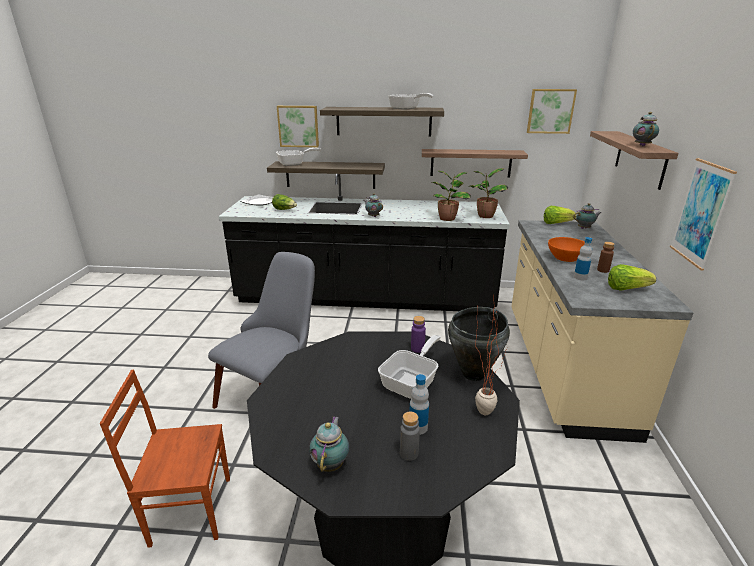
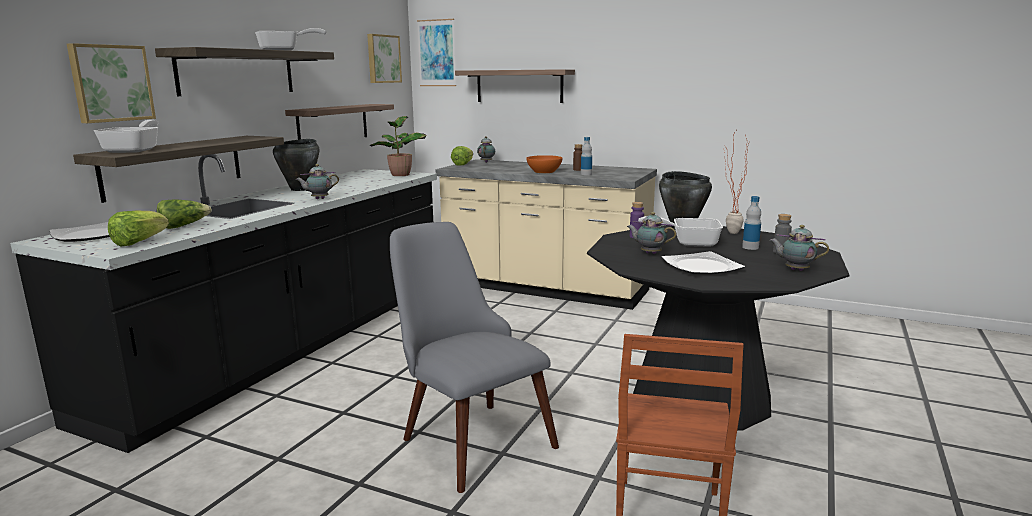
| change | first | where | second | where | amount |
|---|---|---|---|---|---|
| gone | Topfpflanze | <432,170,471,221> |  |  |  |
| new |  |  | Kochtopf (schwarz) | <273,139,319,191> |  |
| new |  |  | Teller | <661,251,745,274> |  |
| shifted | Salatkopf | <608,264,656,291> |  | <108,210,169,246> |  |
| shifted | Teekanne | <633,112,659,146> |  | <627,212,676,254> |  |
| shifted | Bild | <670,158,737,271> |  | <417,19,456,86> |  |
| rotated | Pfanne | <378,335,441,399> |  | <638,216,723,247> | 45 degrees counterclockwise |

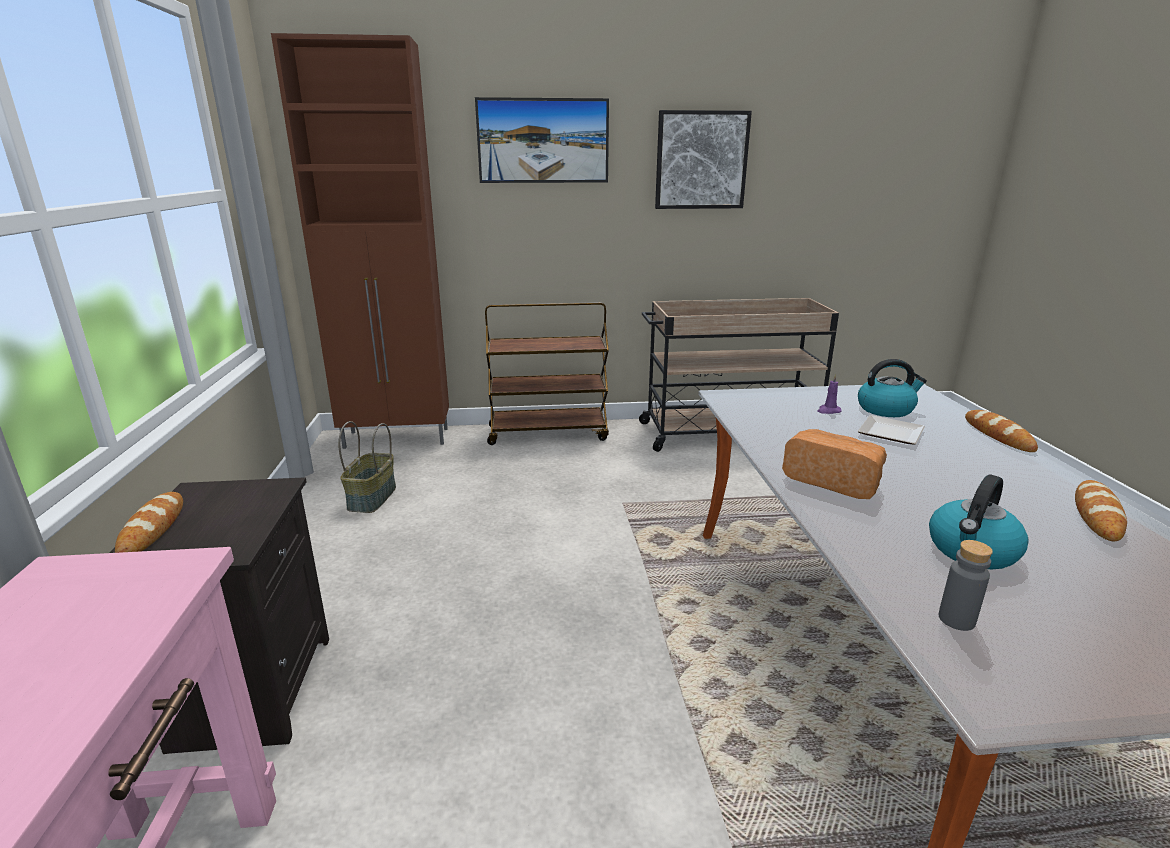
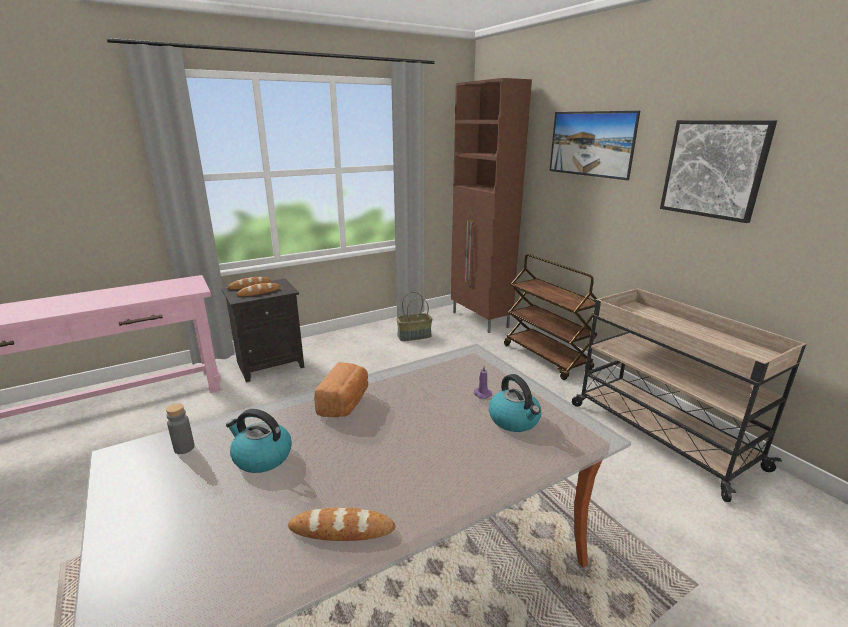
| change | first | where | second | where | amount |
|---|---|---|---|---|---|
| gone | Teller | <858,415,925,445> |  |  |  |
| shifted | Brot | <965,410,1038,452> |  | <236,283,281,297> |  |

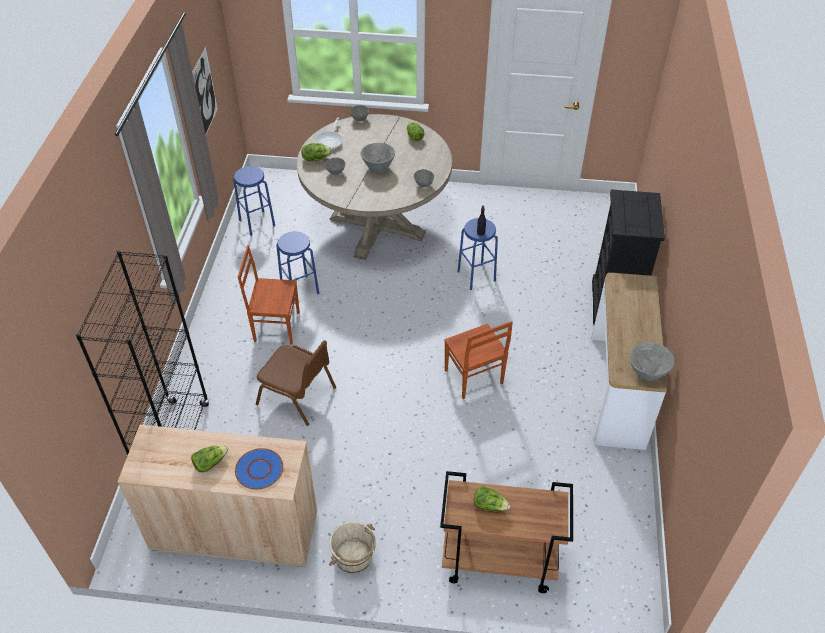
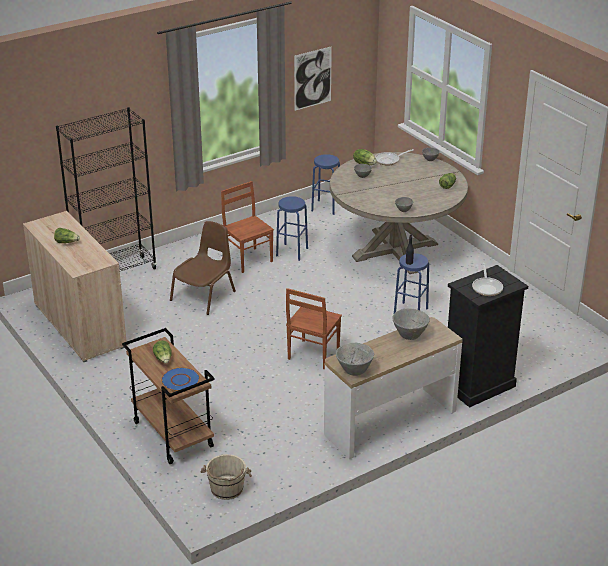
| change | first | where | second | where | amount |
|---|---|---|---|---|---|
| new |  |  | Pfanne | <472,263,503,296> |  |
| shifted | Teller (blau) | <235,448,283,490> |  | <161,367,200,391> |  |
| shifted | Eimer (beige) | <329,521,376,574> |  | <201,454,252,500> |  |
| shifted | Schüssel (grau) | <360,143,395,173> |  | <392,308,430,340> |  |
| rotated | Stuhl (braun) | <256,340,336,426> |  | <170,221,236,315> | 135 degrees counterclockwise |

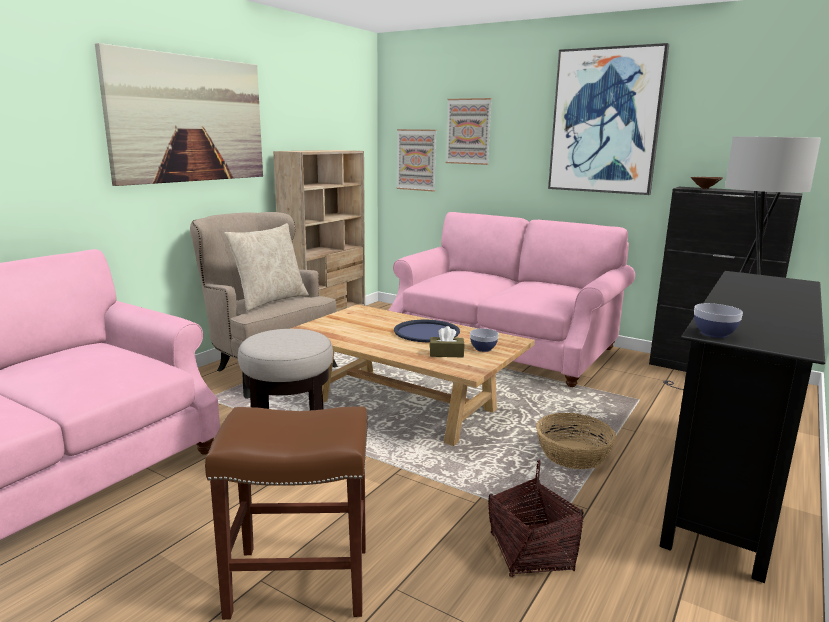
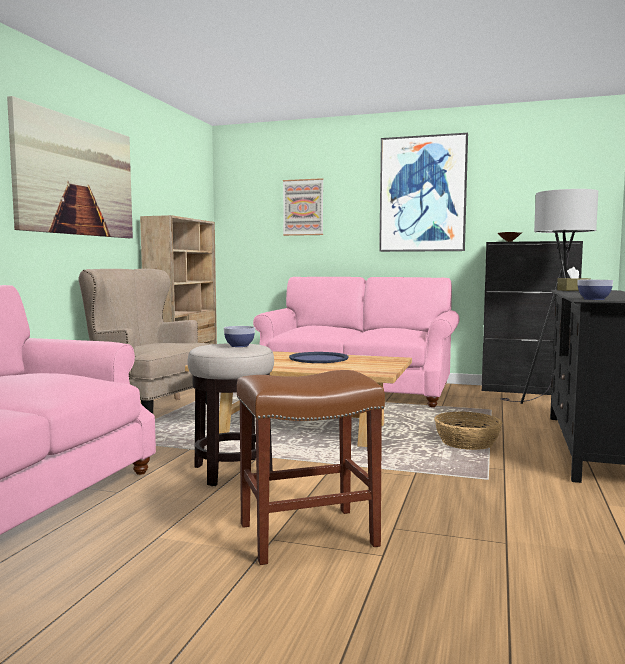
| change | first | where | second | where | amount |
|---|---|---|---|---|---|
| gone | Kissen (beige) | <224,223,309,311> |  |  |  |
| gone | Bild | <397,129,437,192> |  |  |  |
| gone | Korb | <488,460,584,577> |  |  |  |
| shifted | Taschentuchbox (braun) | <430,326,465,358> |  | <557,267,591,291> |  |
| shifted | Schüssel | <470,329,499,352> |  | <224,326,255,347> |  |

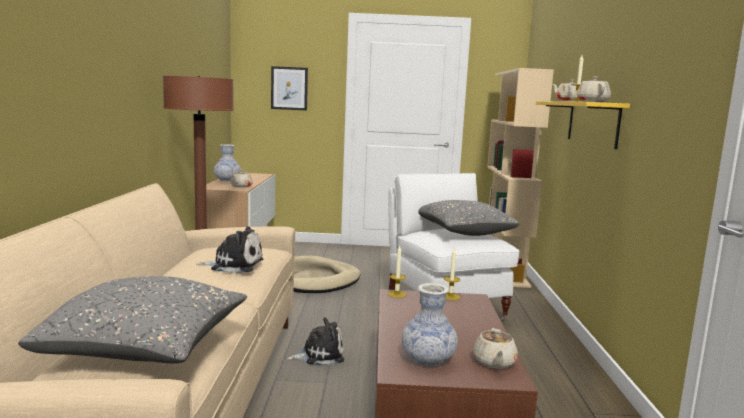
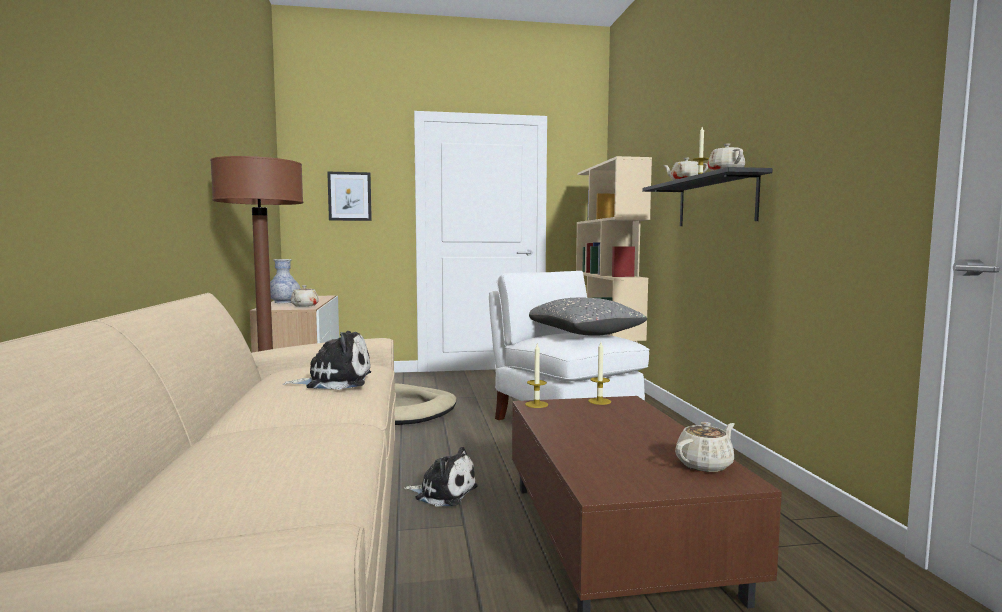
| change | first | where | second | where | amount |
|---|---|---|---|---|---|
| gone | Kissen (grau) | <18,276,247,363> |  |  |  |
| gone | Vase | <402,283,458,366> |  |  |  |
| repainted | Wandregal (gelb) | <536,101,630,149> | Wandregal (schwarz) | <642,167,772,226> |  |
| rotated | Plüschtier | <287,317,344,365> |  | <404,447,477,506> | 45 degrees clockwise |
| rotated | Teekanne (beige) | <473,328,518,369> |  | <675,422,735,472> | 120 degrees counterclockwise |

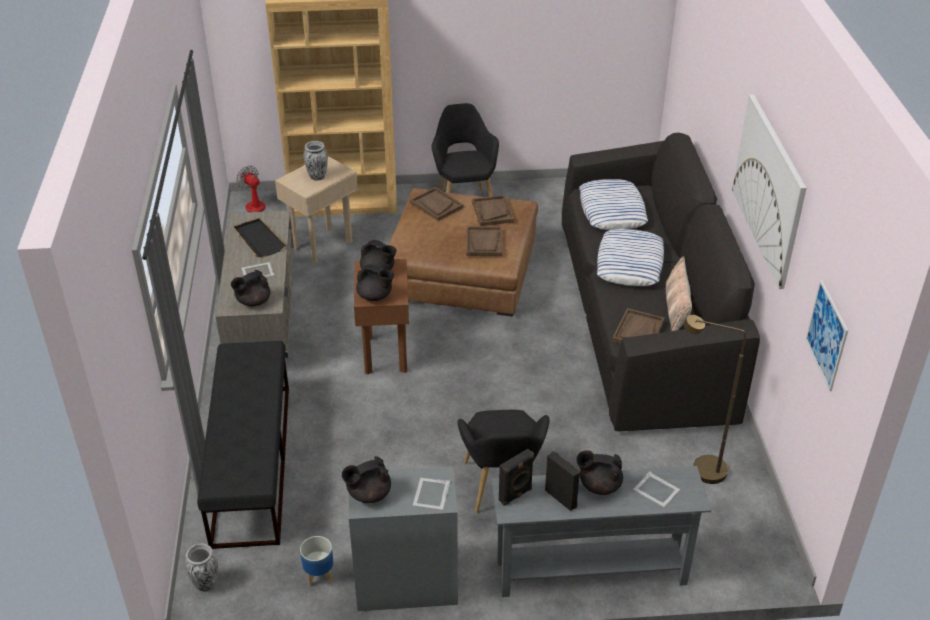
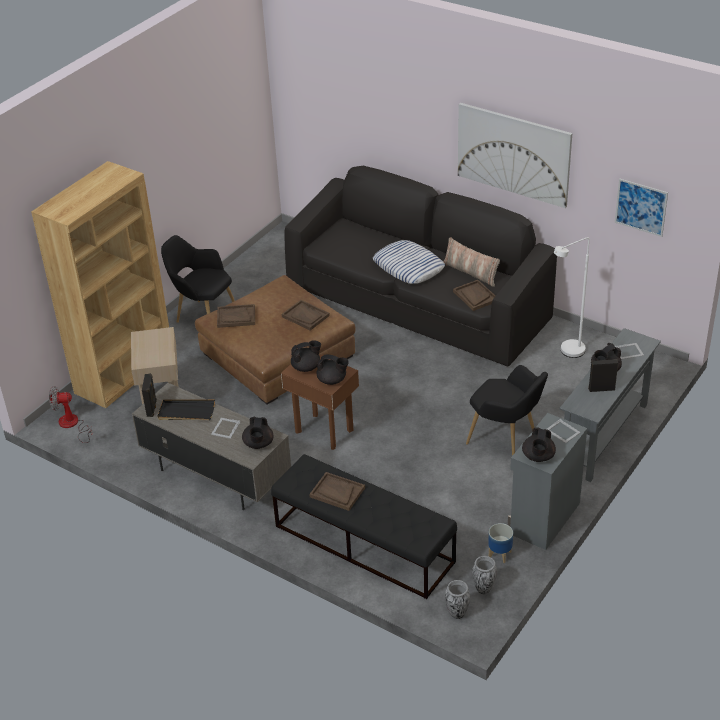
| change | first | where | second | where | amount |
|---|---|---|---|---|---|
| gone | Kissen | <579,179,648,230> |  |  |  |
| shifted | Vase | <304,141,328,180> |  | <472,556,497,594> |  |
| shifted | Tablett (braun) | <472,195,514,226> |  | <309,472,365,511> |  |
| shifted | Lautsprecher (schwarz) | <499,449,534,506> |  | <142,373,157,417> |  |
| repainted | Stehlampe (braun) | <684,315,746,484> | Stehlampe (weiß) | <554,237,589,358> |  |
| rotated | Teekanne (schwarz) | <356,264,394,301> |  | <317,354,349,385> | 45 degrees clockwise |

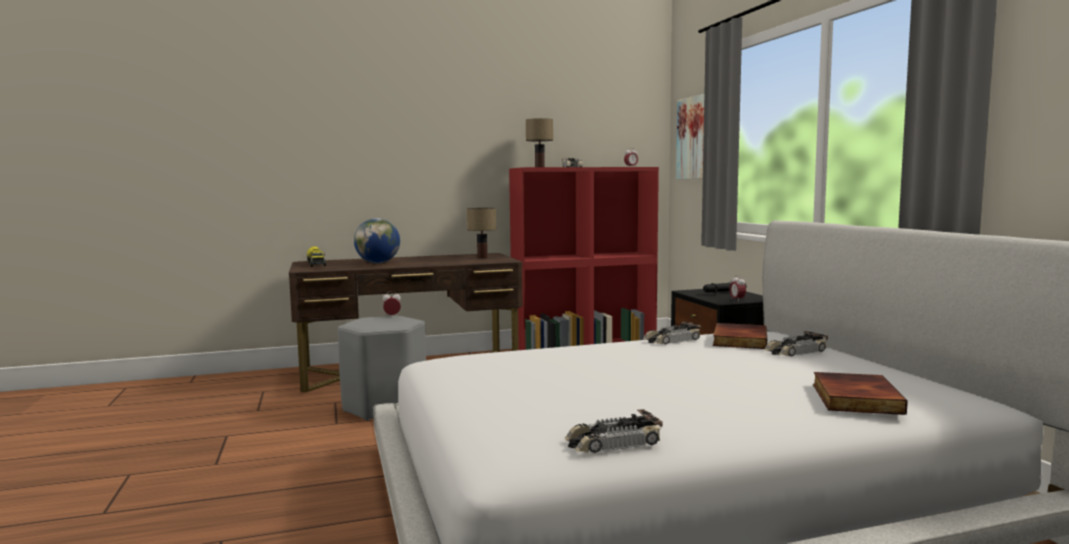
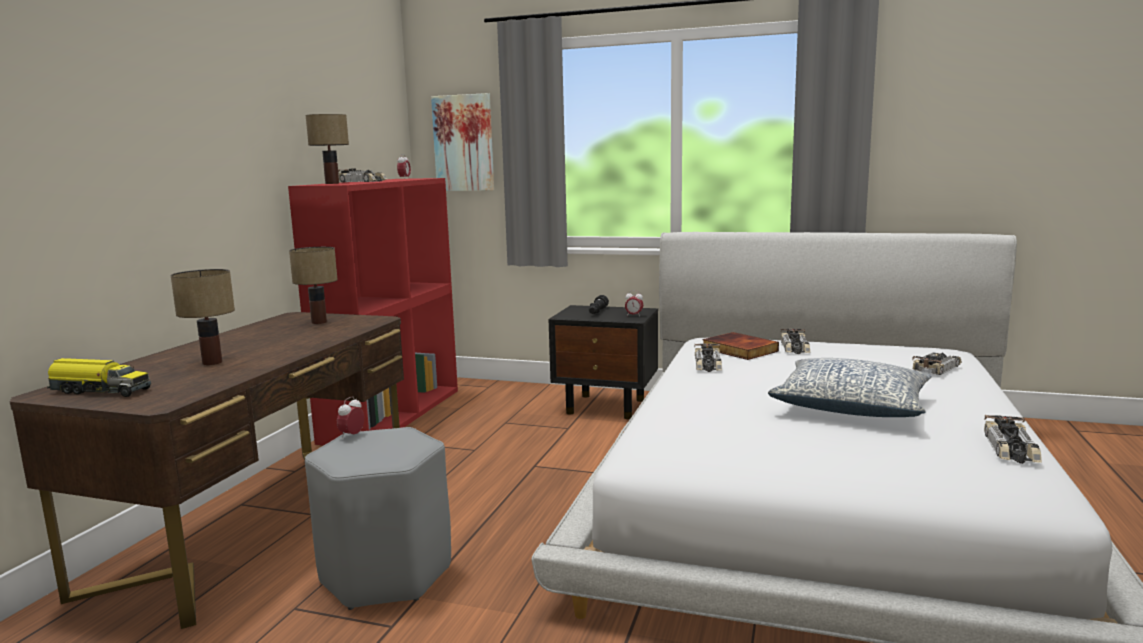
| change | first | where | second | where | amount |
|---|---|---|---|---|---|
| new |  |  | Kissen | <768,358,932,417> |  |
| swapped | Globus | <354,218,400,263> | Tischlampe | <170,269,235,365> |  |
| swapped | Buch | <813,372,908,415> | Spielzeugauto | <913,352,962,375> |  |

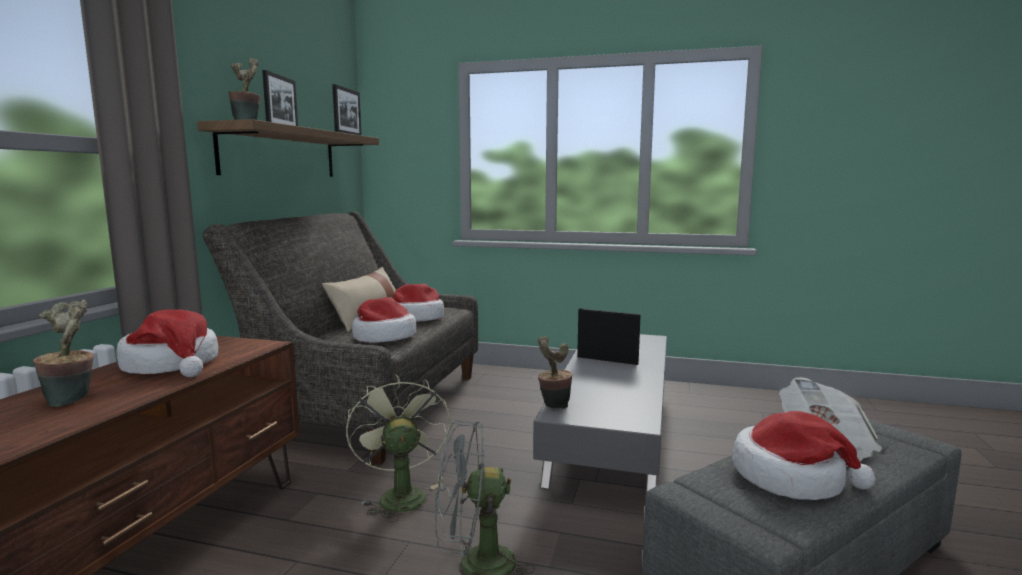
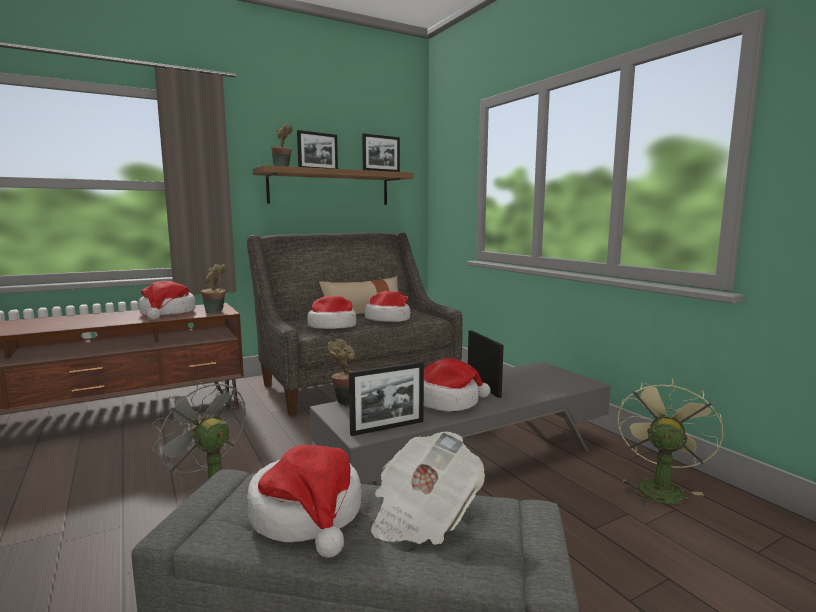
| change | first | where | second | where | amount |
|---|---|---|---|---|---|
| new |  |  | Bilderrahmen | <349,361,424,436> |  |
| new |  |  | Hut | <424,358,490,411> |  |
| shifted | Topfpflanze | <33,300,94,407> |  | <201,264,227,313> |  |
| shifted | Ventilator (grün) | <346,374,451,522> |  | <617,378,723,507> |  |

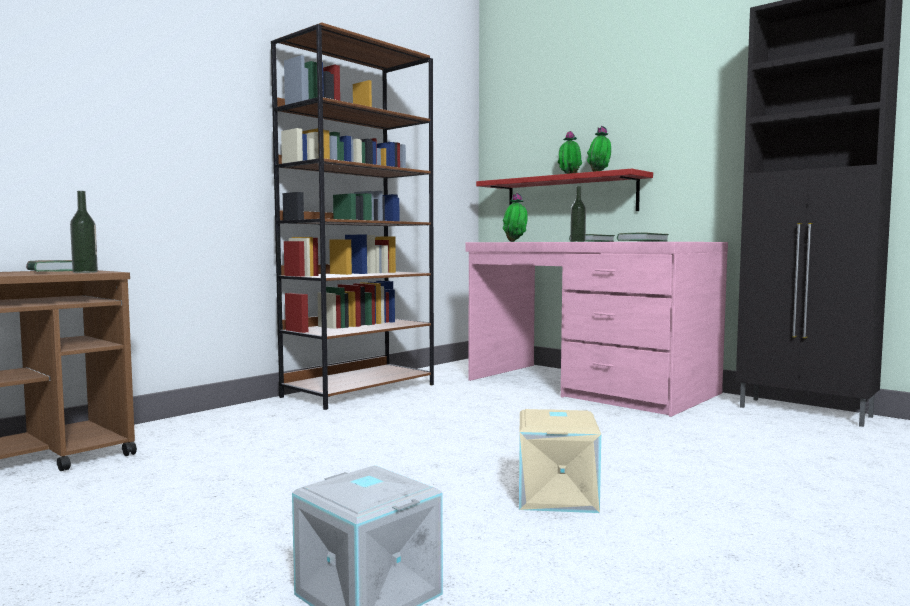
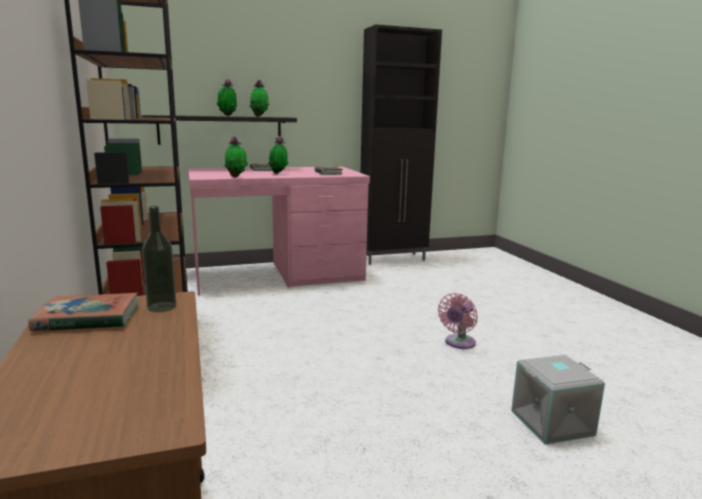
| change | first | where | second | where | amount |
|---|---|---|---|---|---|
| swapped | Aufbewahrungsbox (beige) | <519,409,601,513> | Ventilator (rosa) | <438,293,478,349> |  |
| swapped | Flasche | <570,186,586,242> | Topfpflanze | <268,136,288,174> |  |
| repainted | Wandregal (rot) | <476,169,653,211> | Wandregal (schwarz) | <142,115,297,145> |  |

